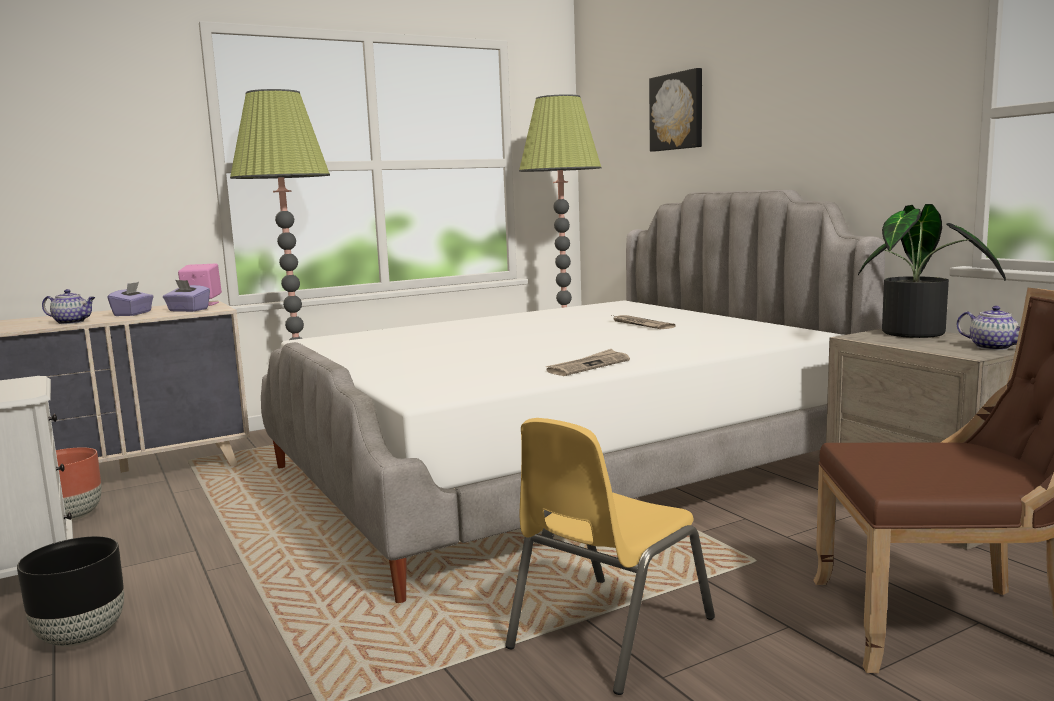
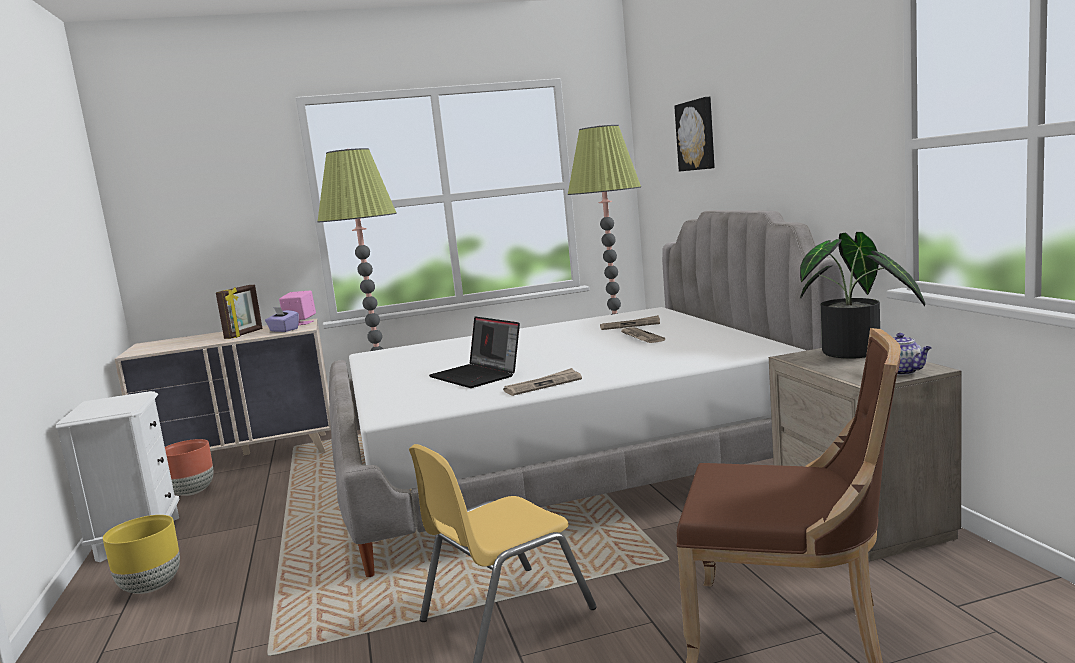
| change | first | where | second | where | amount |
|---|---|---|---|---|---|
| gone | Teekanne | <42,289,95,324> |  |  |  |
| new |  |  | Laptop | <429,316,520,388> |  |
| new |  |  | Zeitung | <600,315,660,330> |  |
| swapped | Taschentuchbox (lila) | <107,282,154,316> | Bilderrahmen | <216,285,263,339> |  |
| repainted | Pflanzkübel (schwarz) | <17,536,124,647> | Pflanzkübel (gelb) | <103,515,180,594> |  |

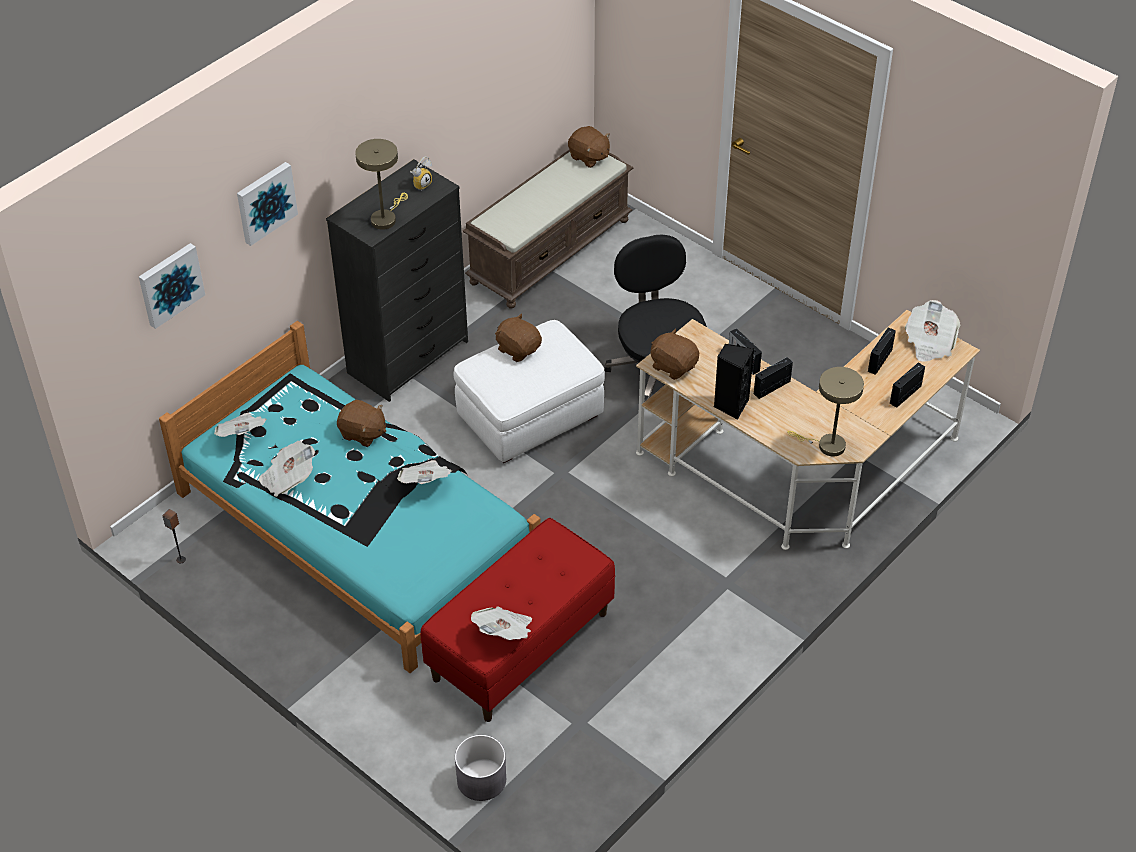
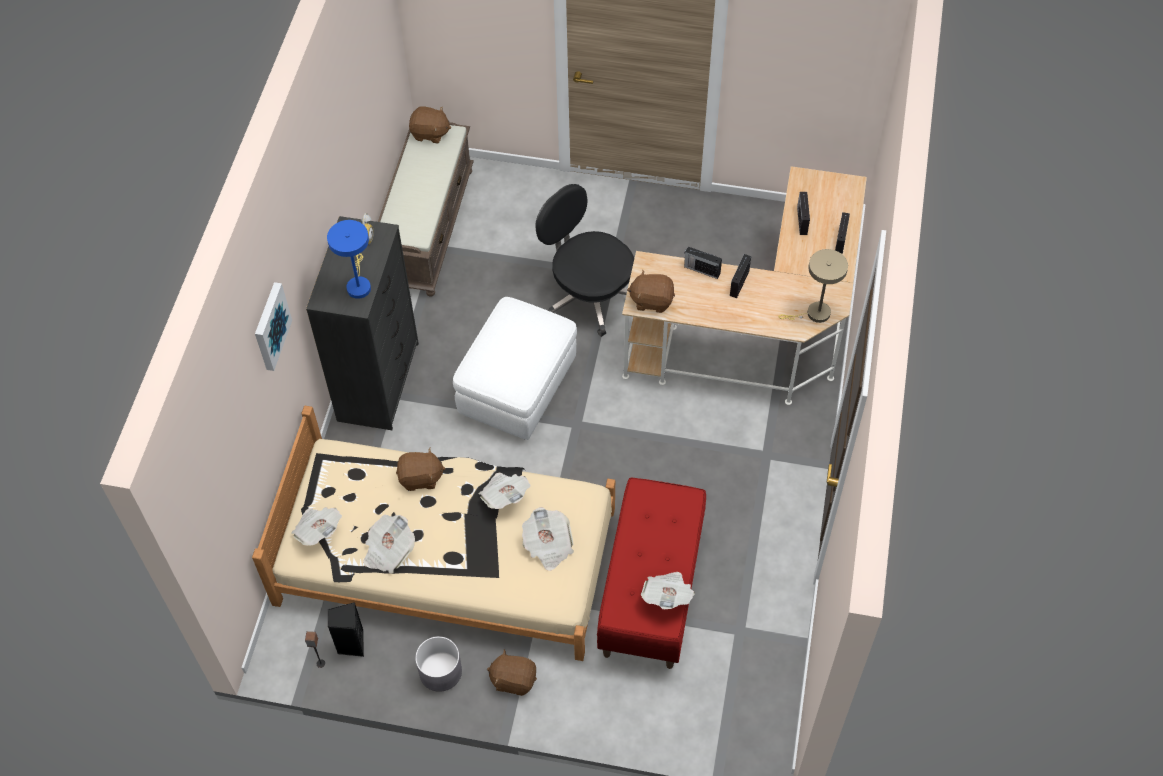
| change | first | where | second | where | amount |
|---|---|---|---|---|---|
| gone | Bild | <139,243,205,329> |  |  |  |
| shifted | Pflanzkübel (grau) | <455,735,506,801> |  | <415,636,462,692> |  |
| shifted | Plüschtier (braun) | <495,314,542,362> |  | <487,649,537,696> |  |
| shifted | Lautsprecher (schwarz) | <714,344,754,420> |  | <328,602,364,657> |  |
| shifted | Zeitung | <905,300,960,362> |  | <522,507,574,571> |  |
| repainted | Bett (türkis) | <159,321,541,673> | Bett (beige) | <252,406,615,661> |  |
| repainted | Tischlampe (beige) | <355,139,408,230> | Tischlampe (blau) | <327,220,371,299> |  |

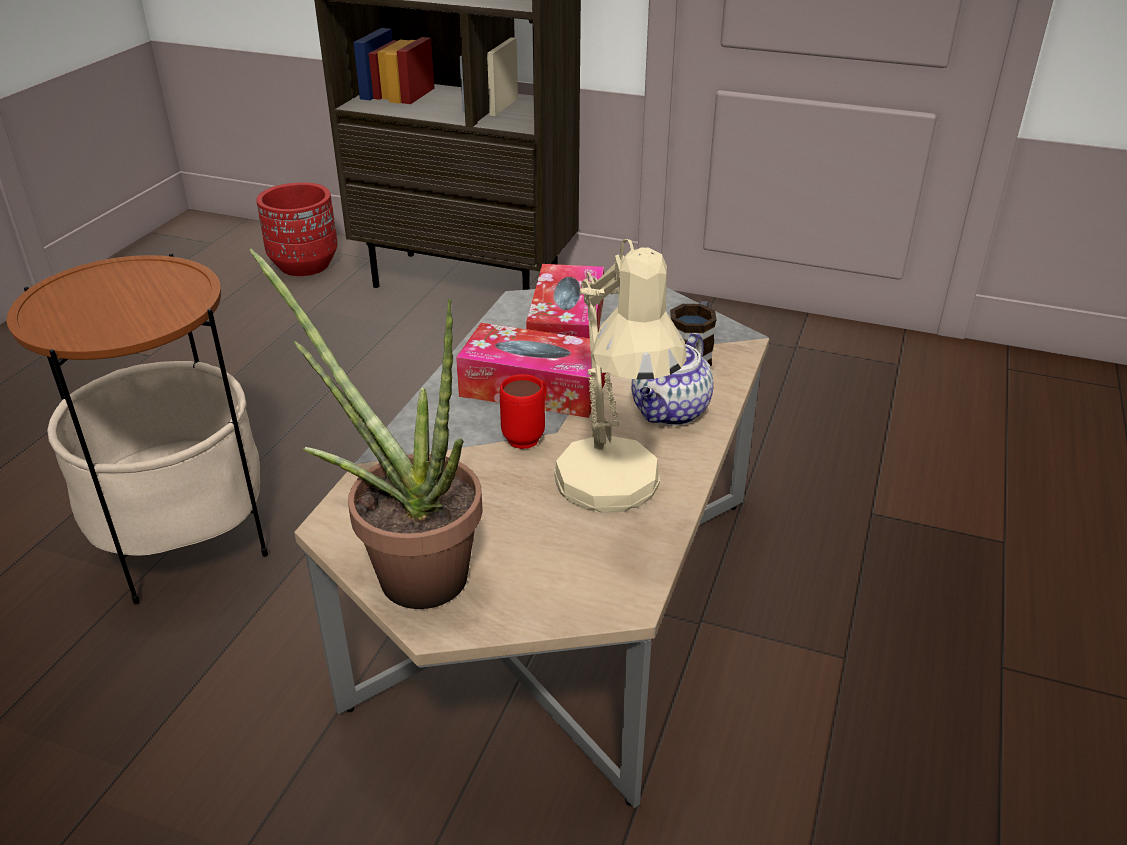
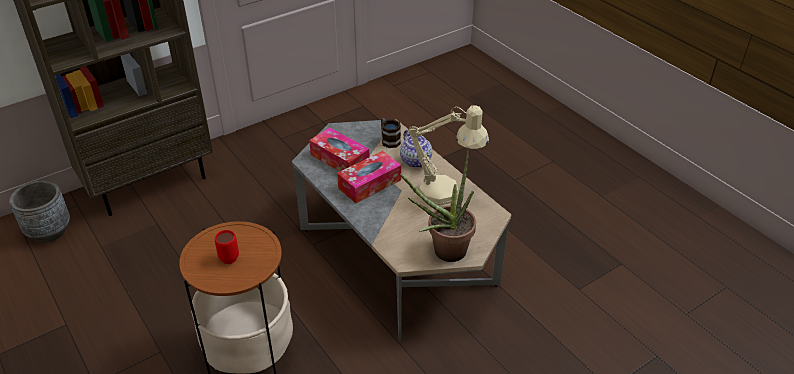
| change | first | where | second | where | amount |
|---|---|---|---|---|---|
| shifted | Henkelbecher (rot) | <500,374,547,449> |  | <215,230,239,264> |  |
| repainted | Pflanzkübel (rot) | <256,182,338,276> | Pflanzkübel (grau) | <9,180,70,243> |  |

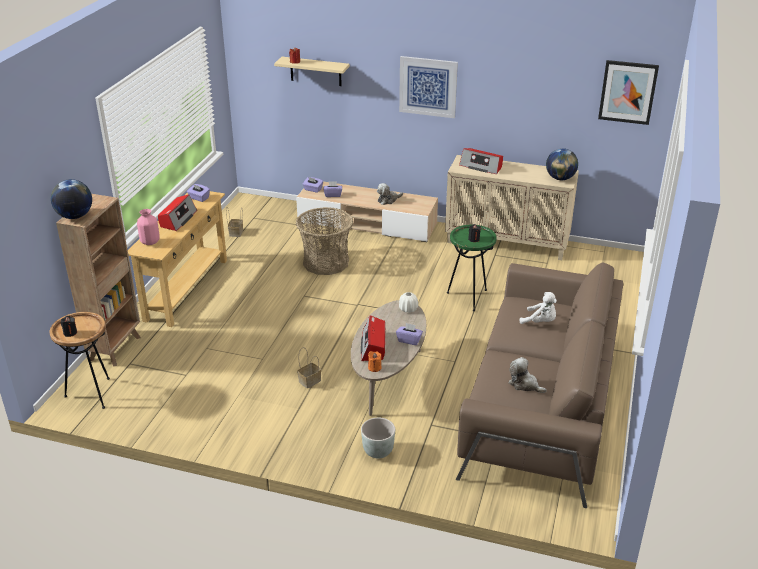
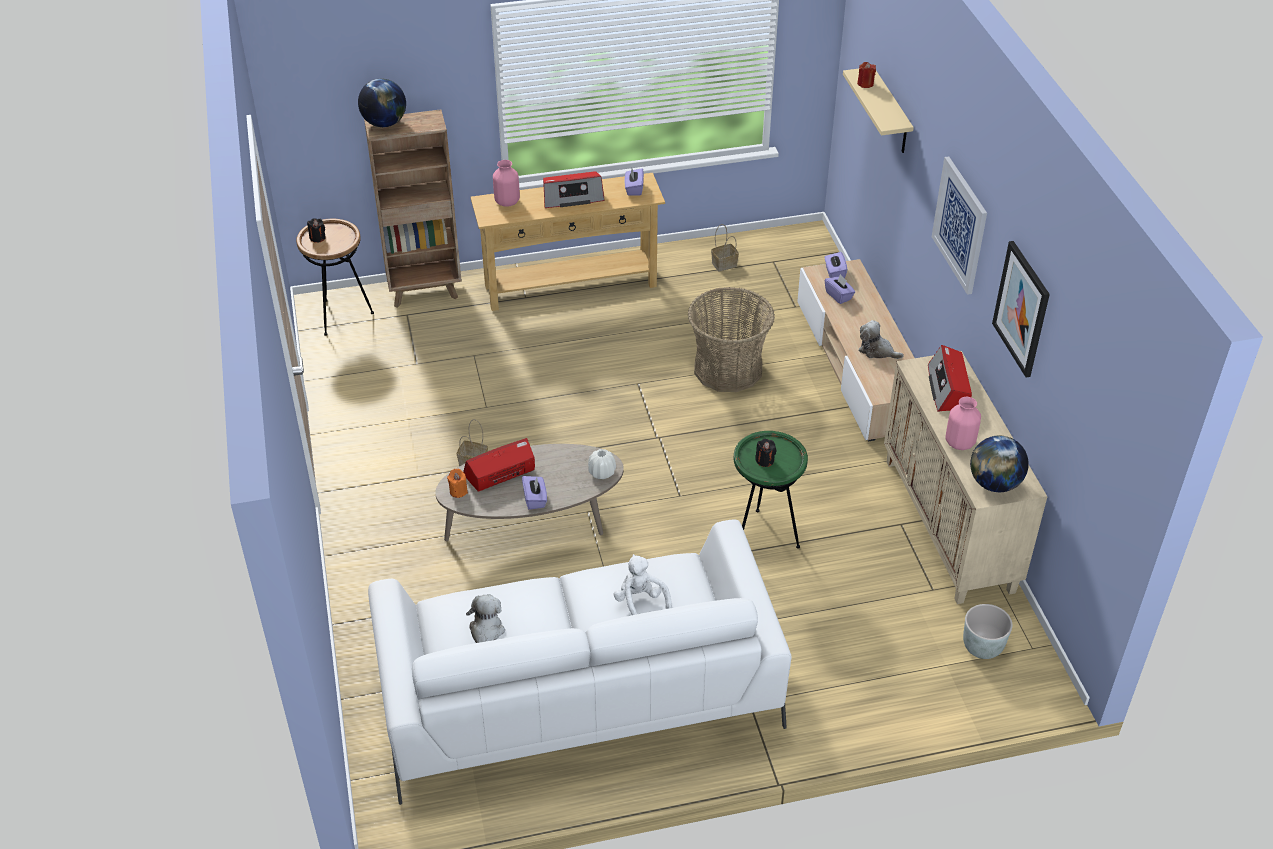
| change | first | where | second | where | amount |
|---|---|---|---|---|---|
| new |  |  | Vase (rosa) | <945,397,981,450> |  |
| shifted | Pflanzkübel (grau) | <361,418,395,458> |  | <963,604,1012,659> |  |
| shifted | Bild | <598,60,659,125> |  | <992,241,1050,378> |  |
| repainted | Sofa (braun) | <456,262,623,508> | Sofa (weiß) | <368,520,792,805> |  |
| rotated | Plüschtier (weiß) | <520,292,557,324> |  | <613,554,672,615> | 150 degrees clockwise |

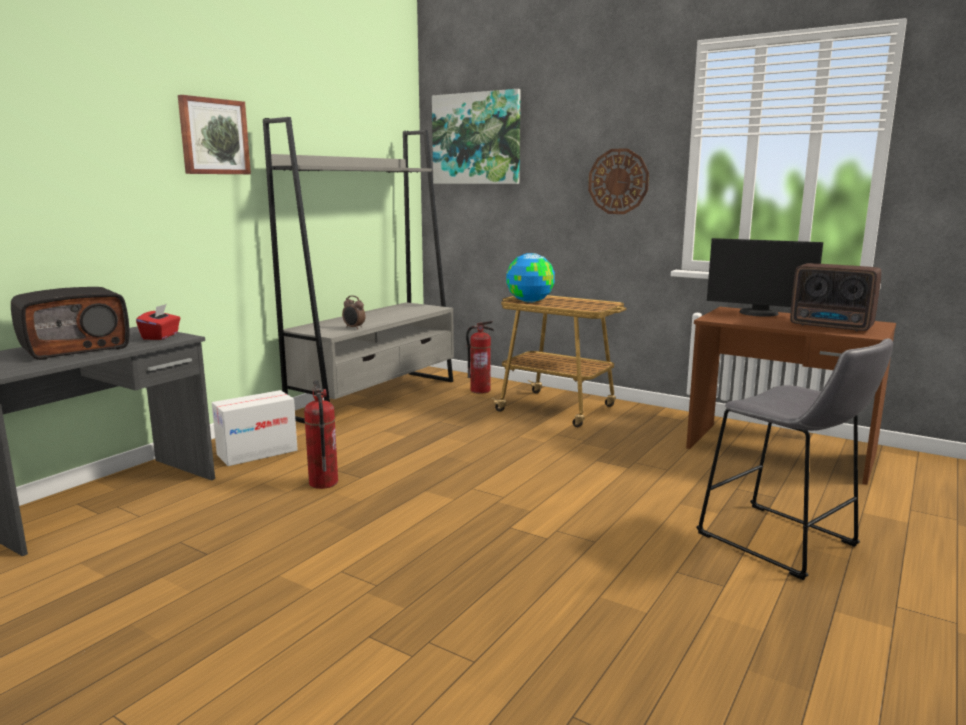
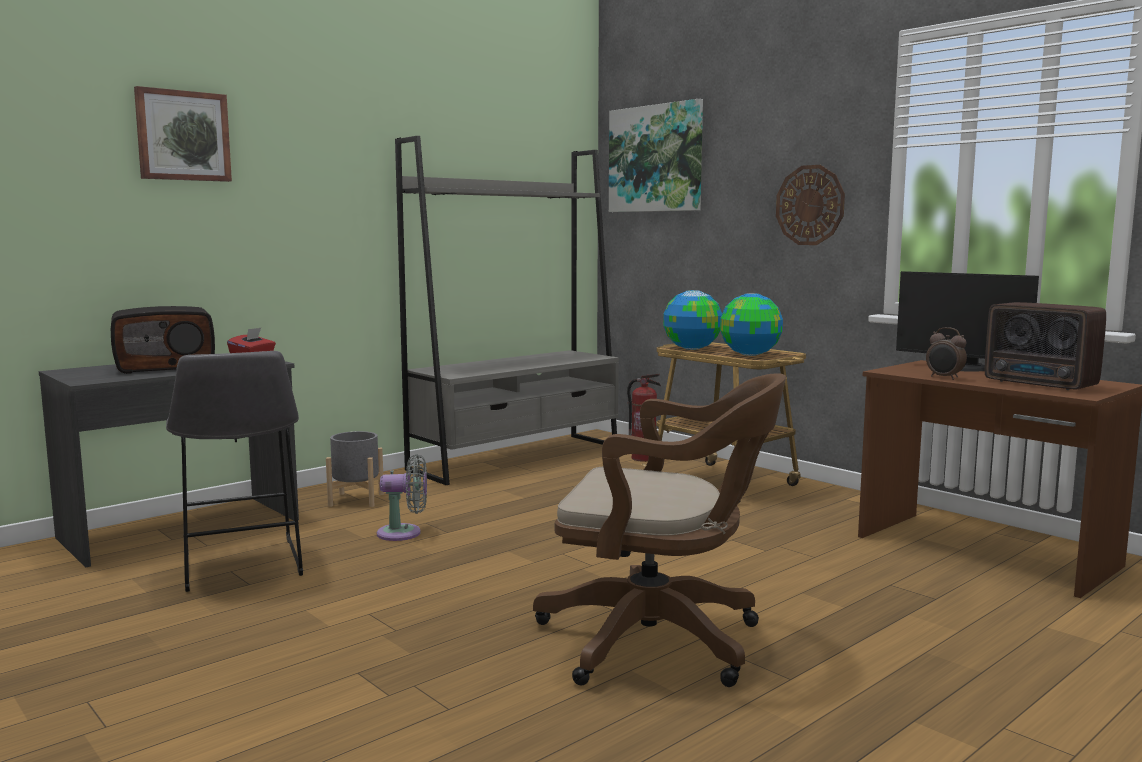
| change | first | where | second | where | amount |
|---|---|---|---|---|---|
| new |  |  | Bürostuhl (braun) | <533,374,786,687> |  |
| new |  |  | Globus | <720,293,783,356> |  |
| shifted | Bild | <178,95,251,174> |  | <134,86,232,182> |  |
| shifted | Wecker | <342,295,366,329> |  | <926,327,967,380> |  |
| shifted | Hocker (grau) | <696,338,893,580> |  | <166,351,303,592> |  |
| swapped | Karton | <212,390,298,466> | Pflanzkübel (grau) | <326,431,384,507> |  |
| swapped | Feuerlöscher | <304,380,338,489> | Ventilator (grau) | <377,454,427,541> |  |

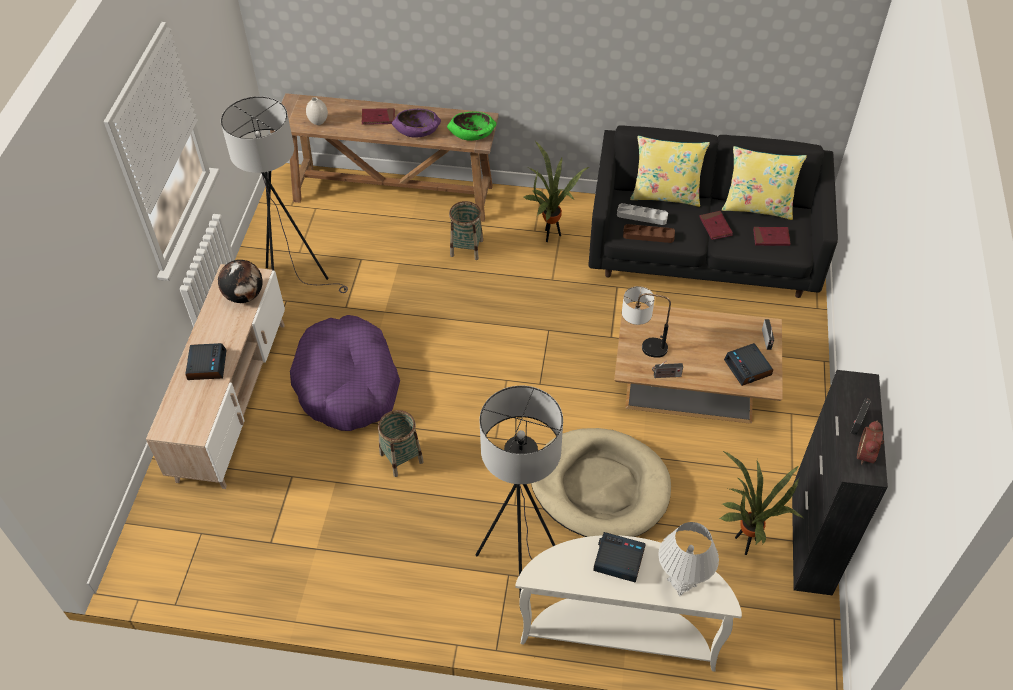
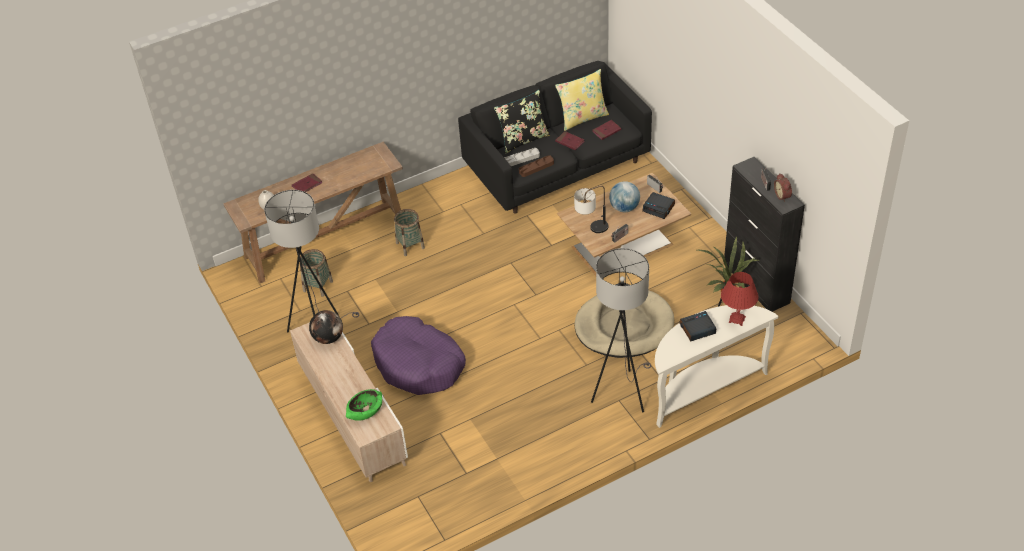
| change | first | where | second | where | amount |
|---|---|---|---|---|---|
| gone | Wecker | <185,343,227,380> |  |  |  |
| gone | Schüssel (lila) | <392,109,441,138> |  |  |  |
| gone | Topfpflanze | <524,141,589,242> |  |  |  |
| new |  |  | Globus | <609,181,640,212> |  |
| shifted | Korb | <378,410,424,477> |  | <300,249,333,297> |  |
| shifted | Schüssel (grün) | <447,112,496,141> |  | <346,389,382,421> |  |
| repainted | Kissen (gelb) | <630,136,710,207> | Kissen (schwarz) | <494,90,550,153> |  |
| repainted | Tischlampe (weiß) | <658,522,719,596> | Tischlampe (rot) | <721,272,759,326> |  |

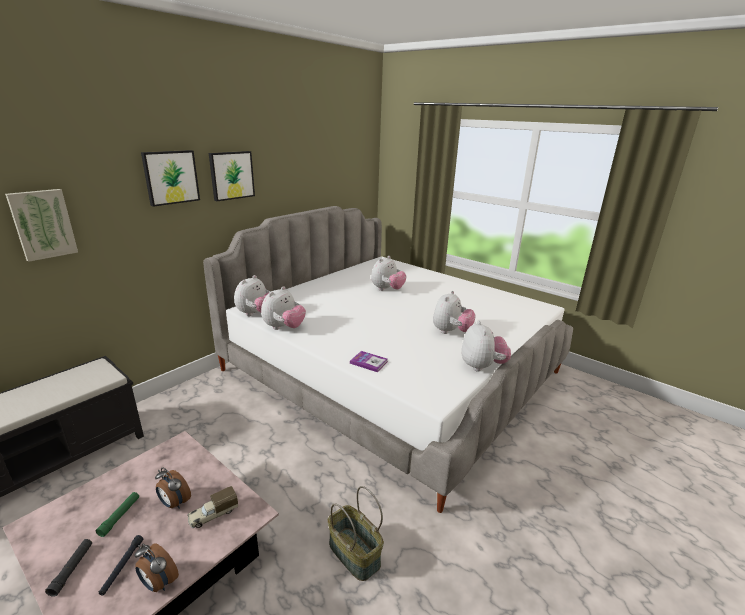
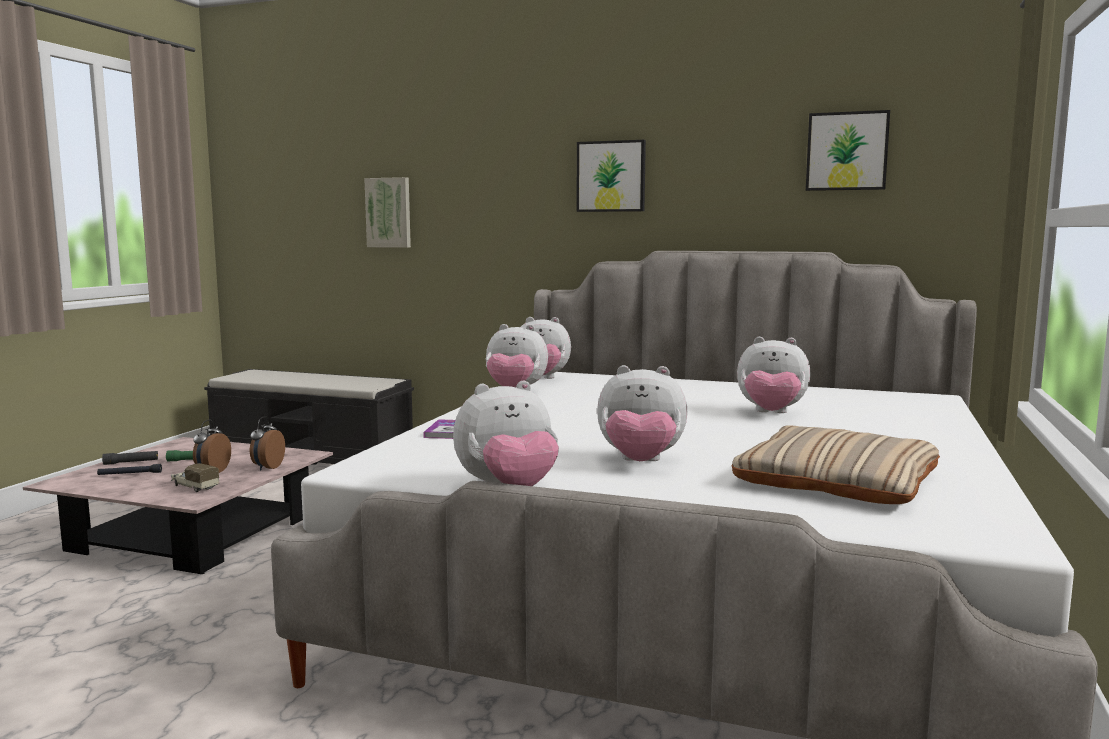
| change | first | where | second | where | amount |
|---|---|---|---|---|---|
| gone | Korb | <328,486,384,581> |  |  |  |
| new |  |  | Kissen (beige) | <732,425,940,504> |  |
| shifted | Wecker | <134,544,179,592> |  | <250,416,285,471> |  |
| shifted | Bild | <141,150,200,207> |  | <806,110,890,191> |  |

